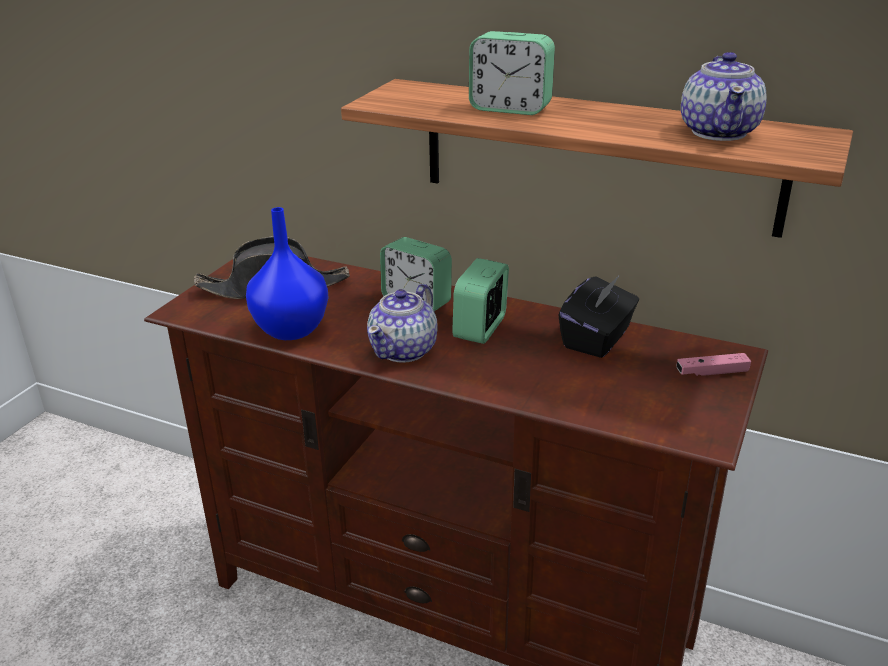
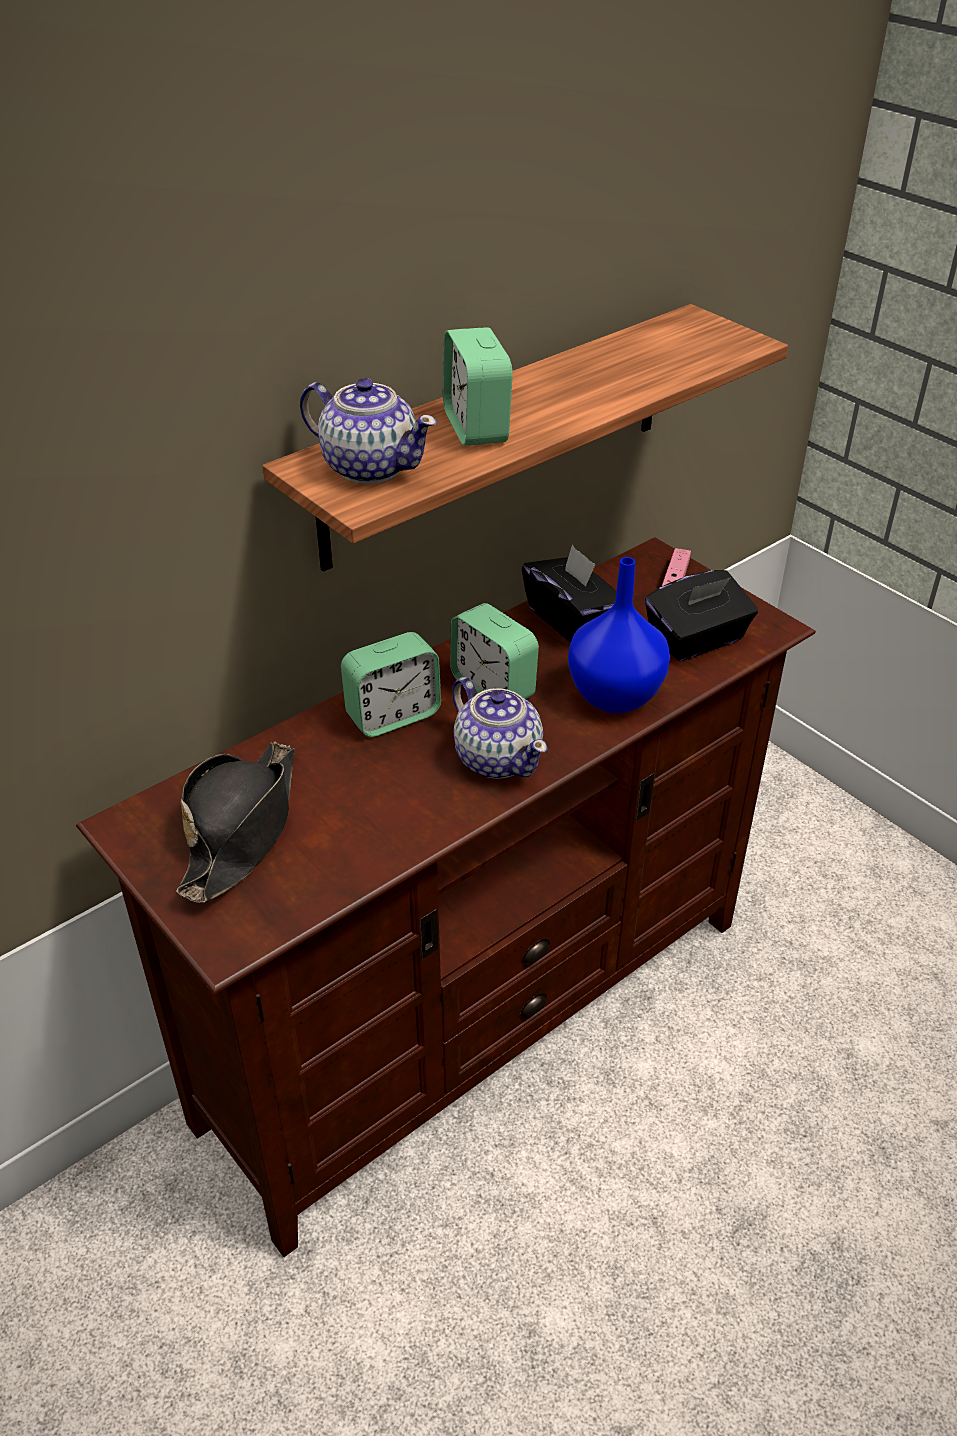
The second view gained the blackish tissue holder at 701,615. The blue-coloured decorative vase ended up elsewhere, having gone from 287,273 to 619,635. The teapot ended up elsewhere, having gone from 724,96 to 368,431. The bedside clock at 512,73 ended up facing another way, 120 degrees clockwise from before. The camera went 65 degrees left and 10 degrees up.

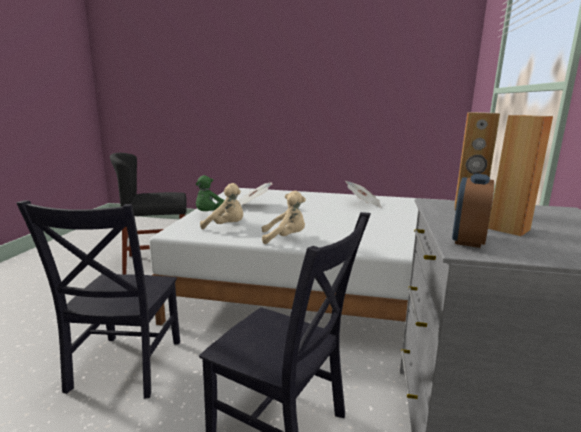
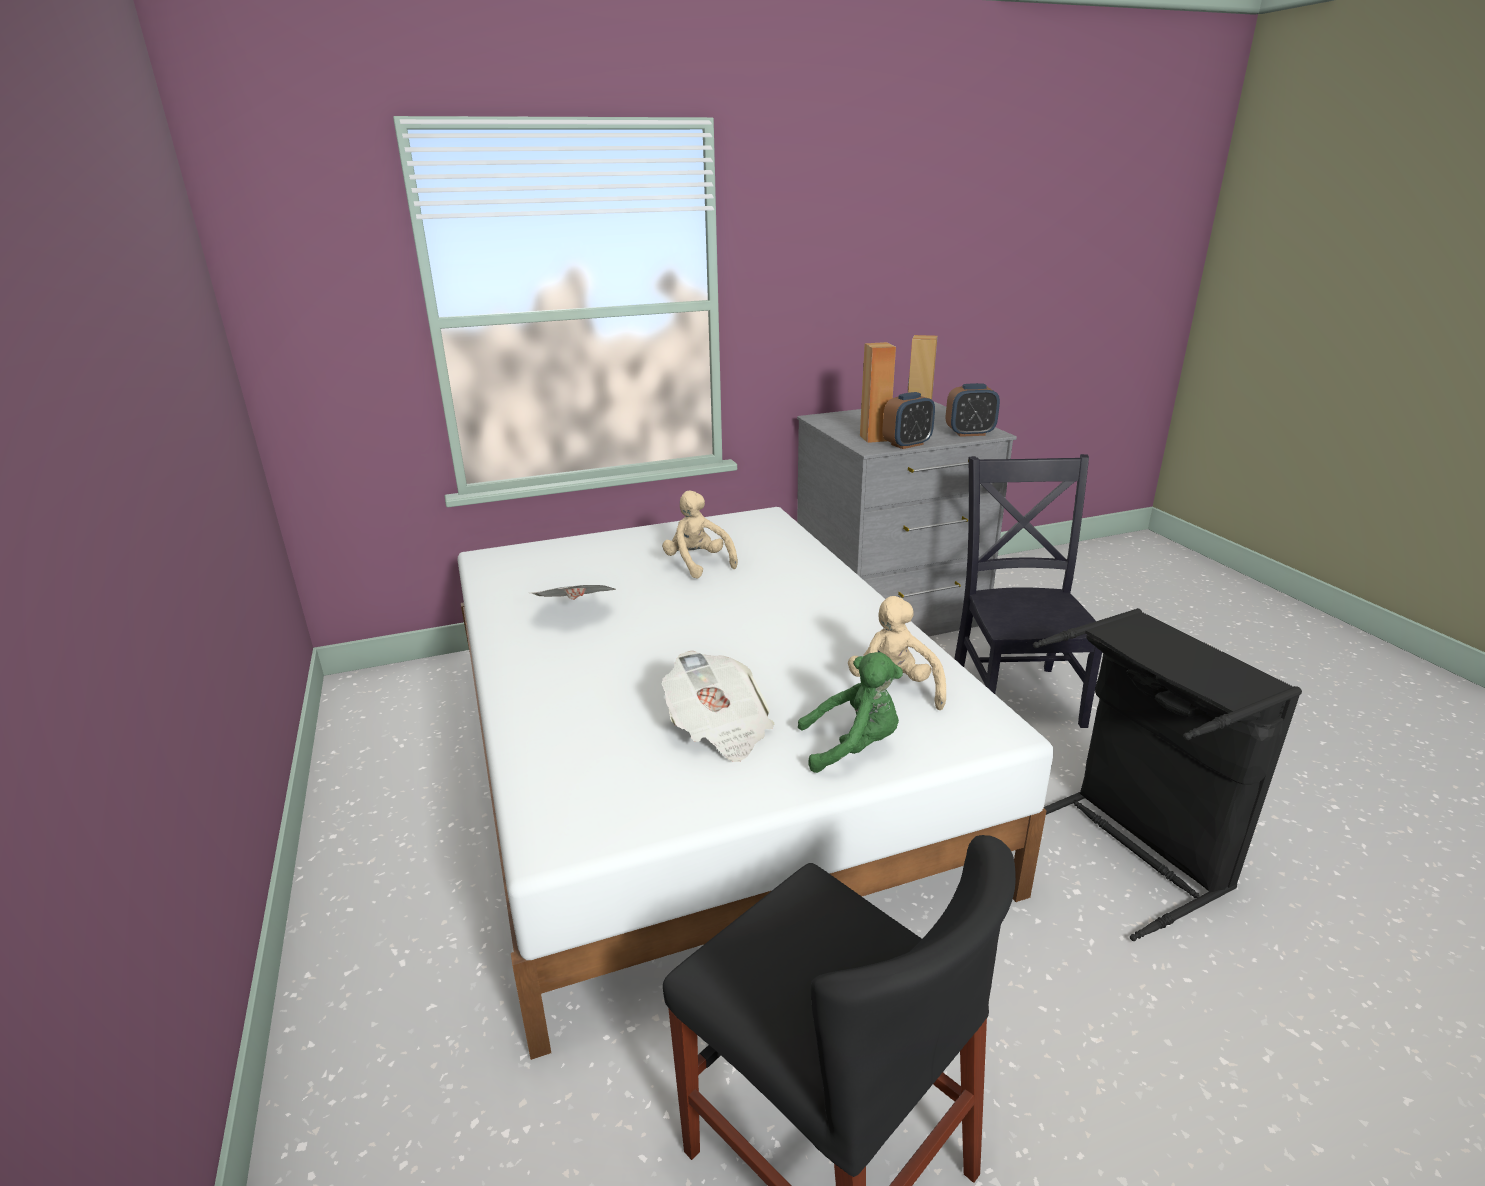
The second view gained the bedside clock at 908,420. The beige-coloured plush toy ended up elsewhere, having gone from 284,217 to 700,535. Where the blackish upright chair stood at 98,299, the blackish washing basket came to stand at 1167,774. The camera went 120 degrees left and 10 degrees up.

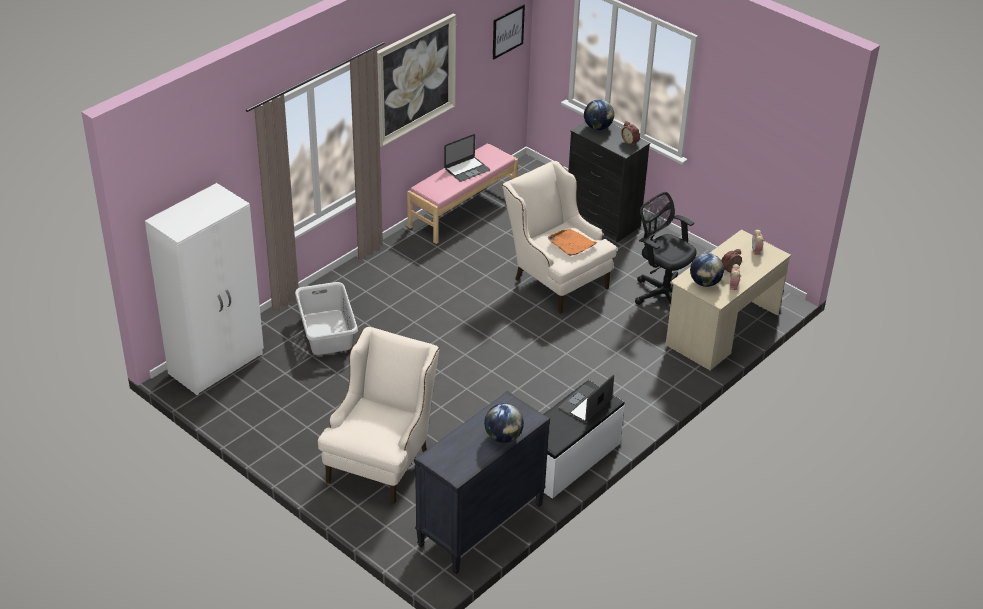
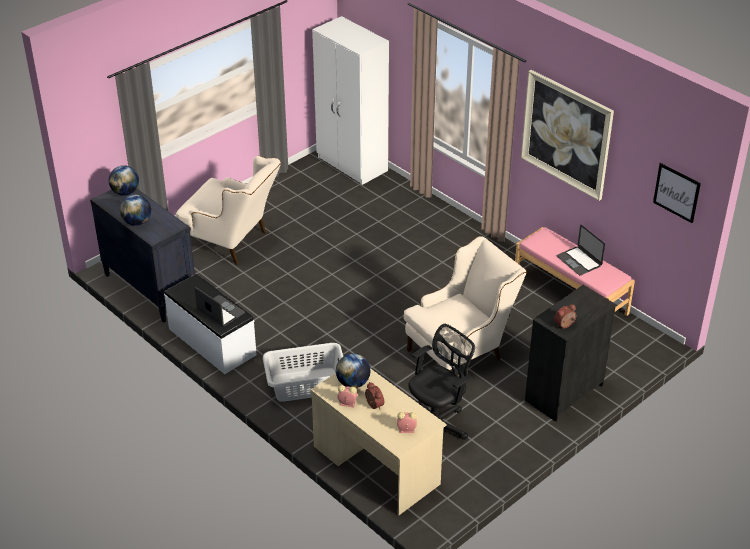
The second view lost the orange-coloured tray at 573,242. The grey washing basket ended up elsewhere, having gone from 326,318 to 303,372. The desk globe ended up elsewhere, having gone from 599,114 to 124,180. The camera went 95 degrees right and 0 degrees up.

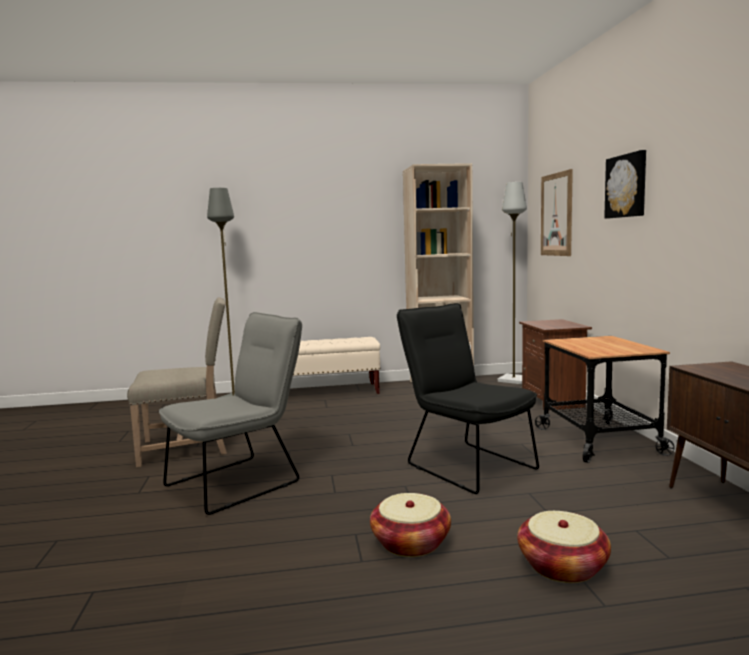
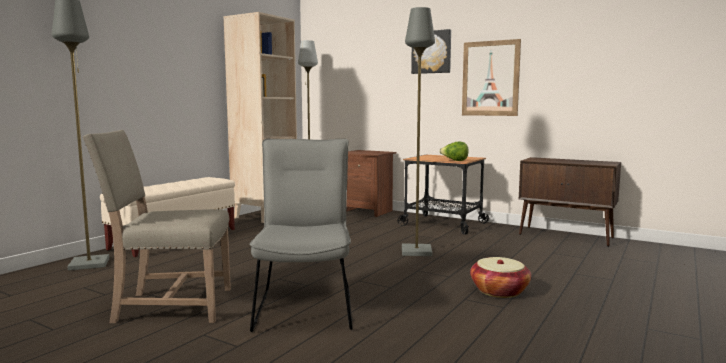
The second view lost the storage basket at 564,547. The second view gained the lettuce at 454,151. The picture ended up elsewhere, having gone from 557,212 to 491,77. Where the blackish upright chair stood at 468,398, the grey standard lamp came to stand at 418,131. The beige-coloured upright chair at 177,382 ended up facing another way, 120 degrees counterclockwise from before. The camera went 50 degrees left and 0 degrees up.

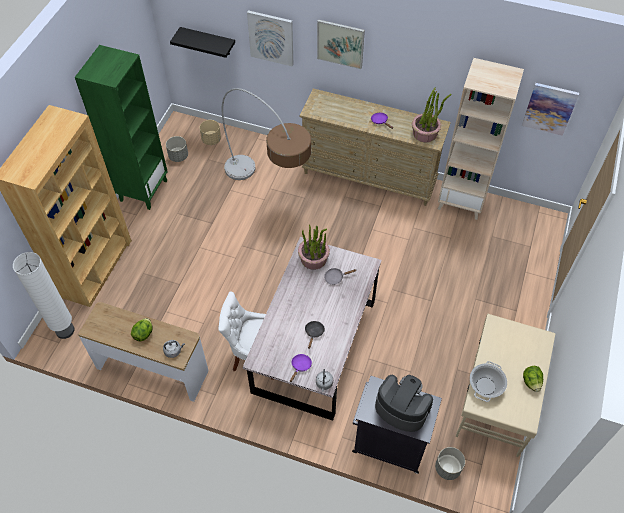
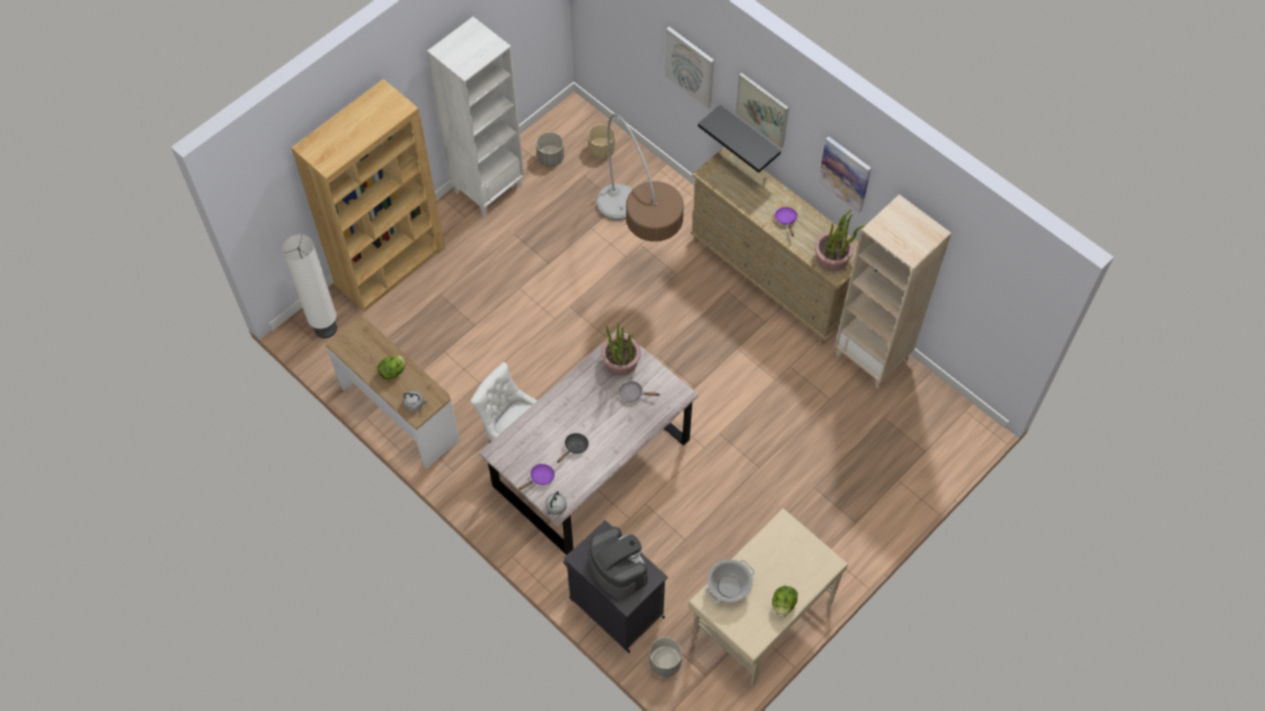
The blackish bracket shelf ended up elsewhere, having gone from 202,42 to 739,139. The picture ended up elsewhere, having gone from 550,109 to 844,174. What was the green bookcase at 121,127 turned into the whitish bookcase at 475,117. The camera went 25 degrees right and 5 degrees up.

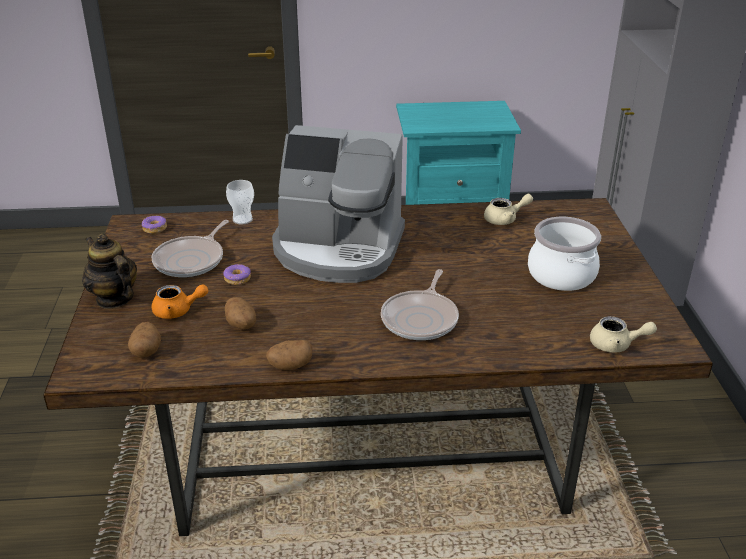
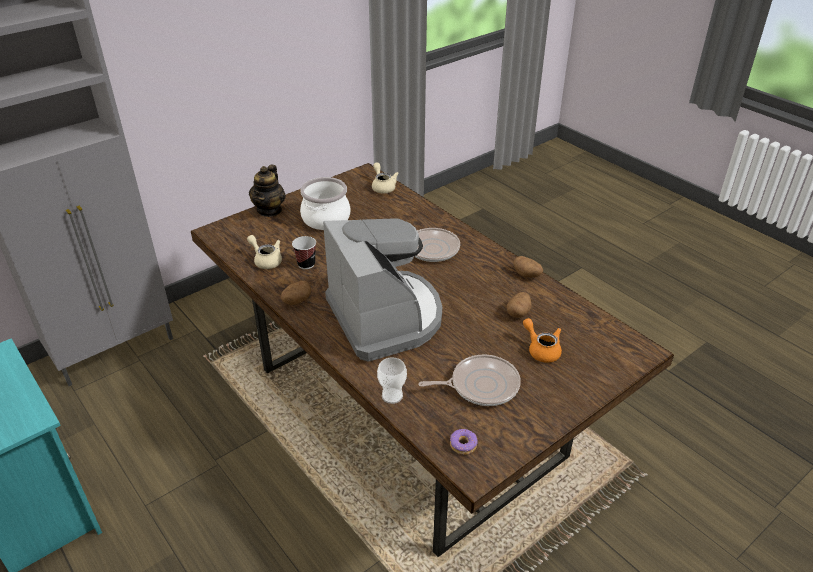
The second view lost the donut at 237,274. The second view gained the small cup at 304,252. The teapot ended up elsewhere, having gone from 109,271 to 267,191. The spud ended up elsewhere, having gone from 144,340 to 296,293. The camera went 125 degrees left and 5 degrees up.

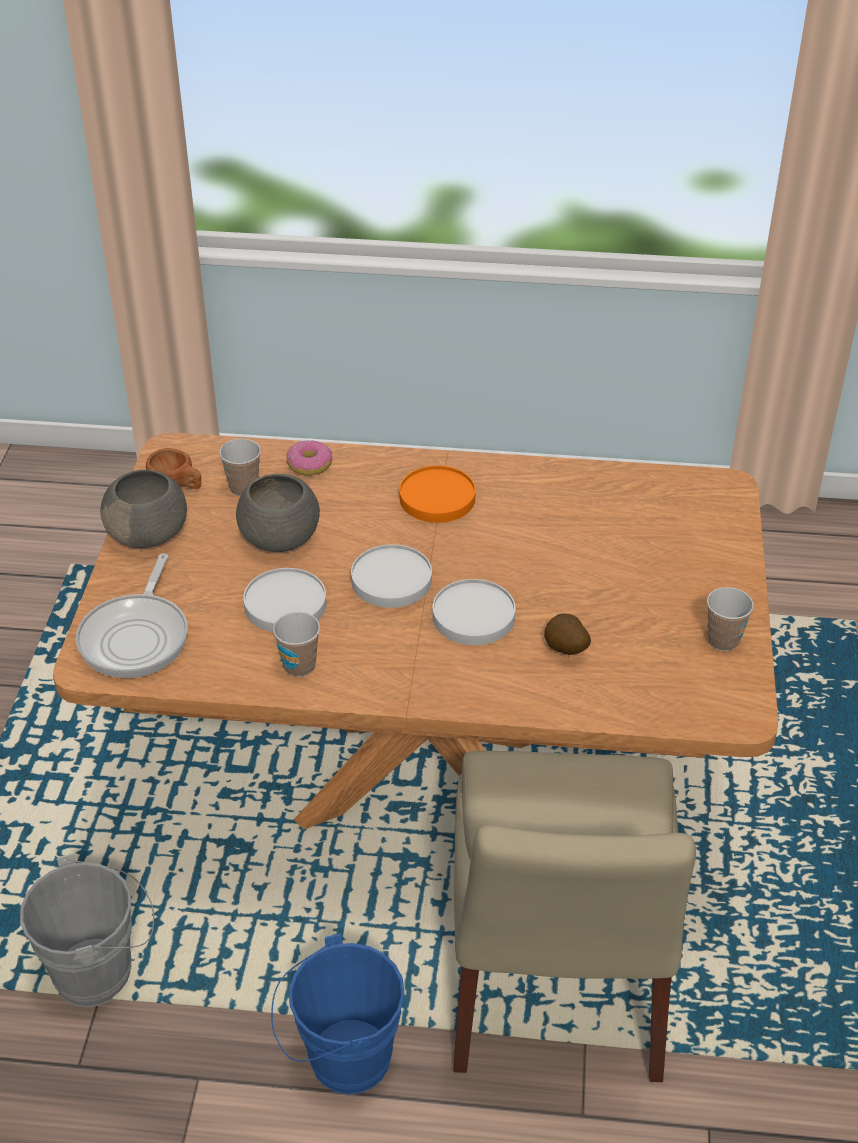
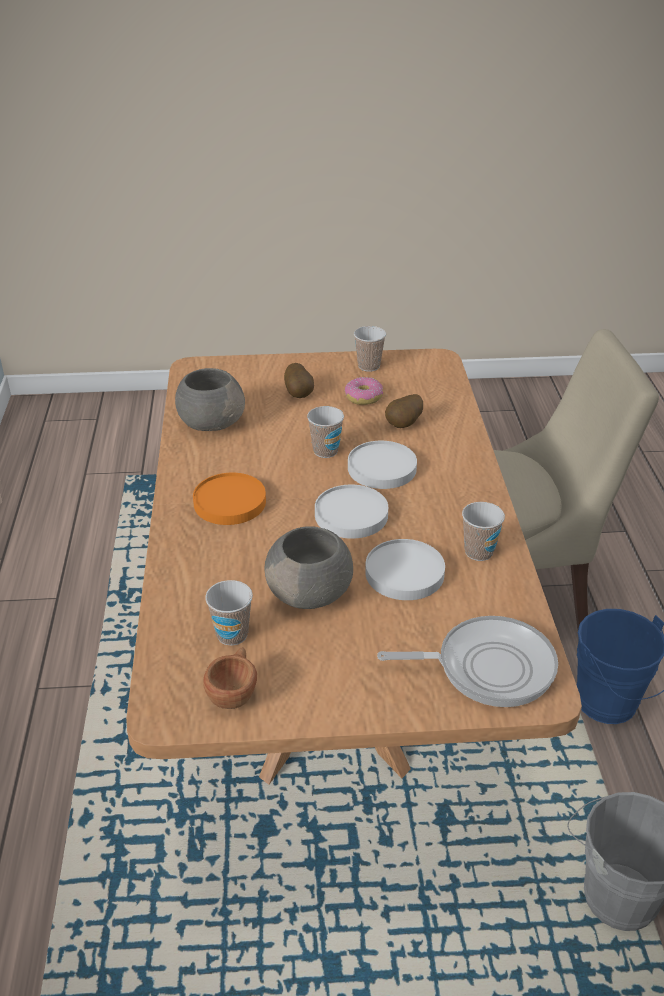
The second view gained the spud at 299,380. The second view gained the small cup at 325,432. The grey bowl ended up elsewhere, having gone from 143,508 to 210,399. The donut ended up elsewhere, having gone from 309,458 to 364,391. The camera went 100 degrees left and 5 degrees down.

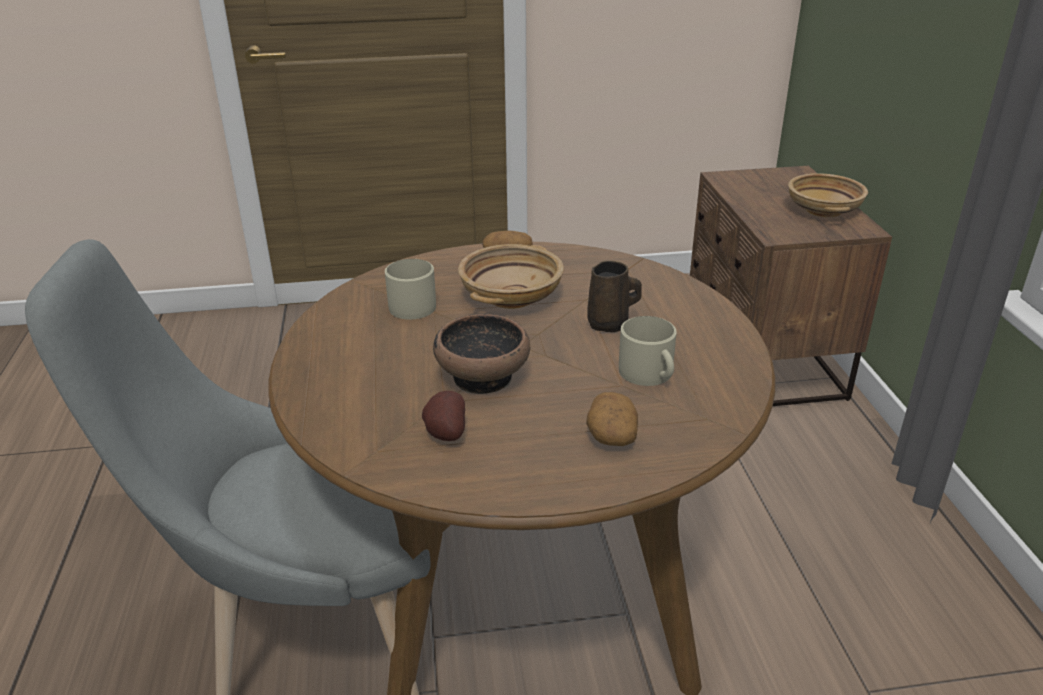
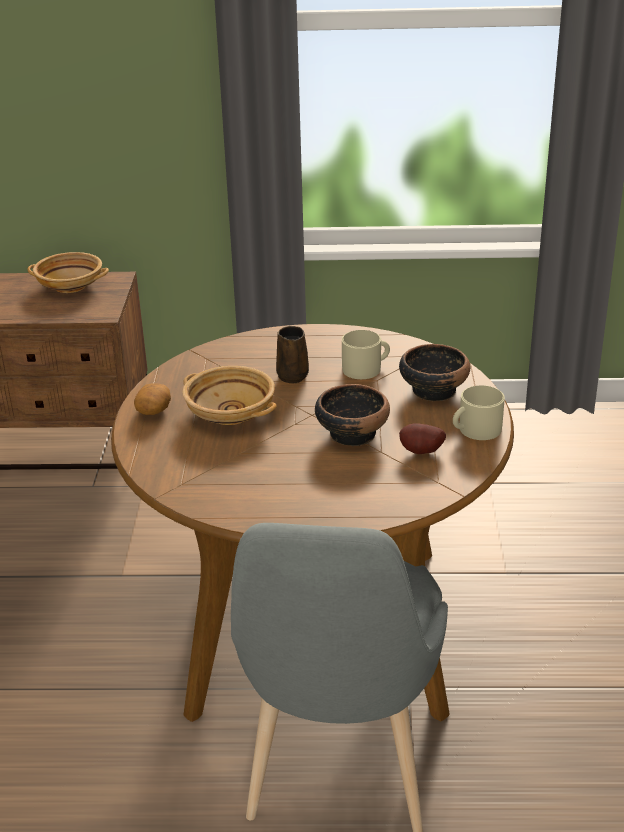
The beige-coloured mug ended up elsewhere, having gone from 410,289 to 479,412. Where the spud stood at 612,419, the bowl came to stand at 434,372. The camera went 80 degrees left and 0 degrees up.

